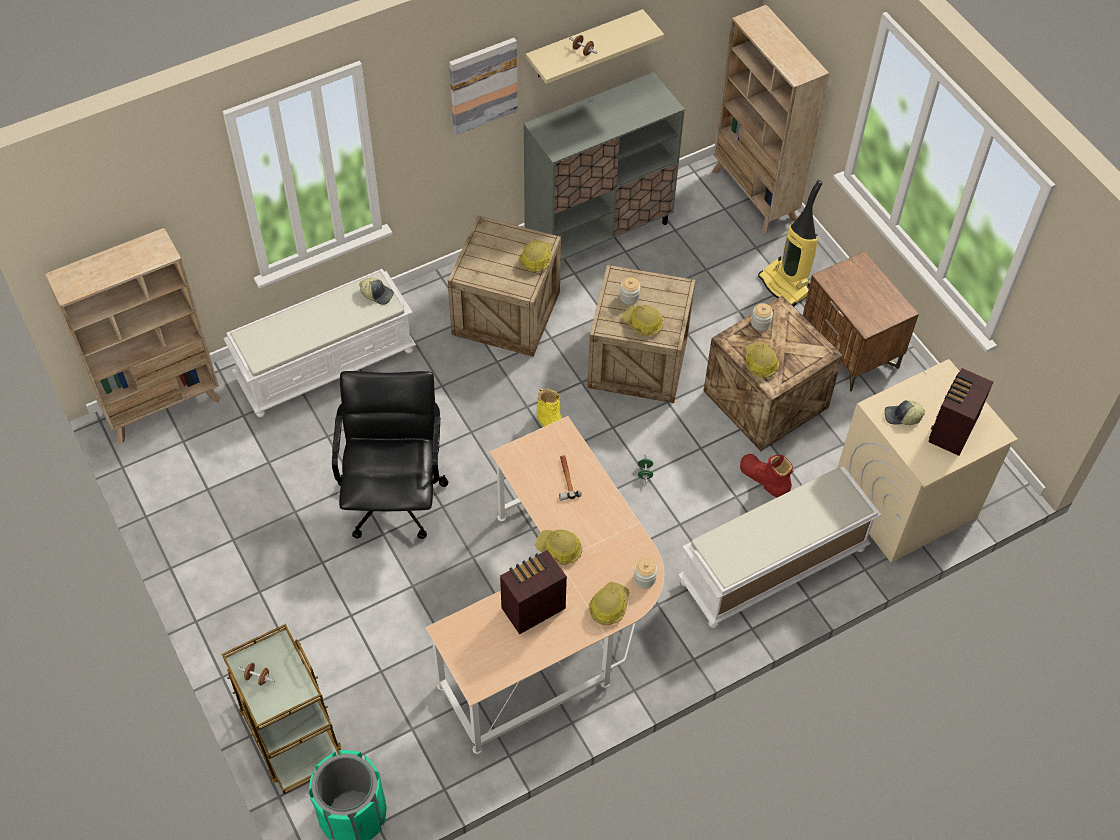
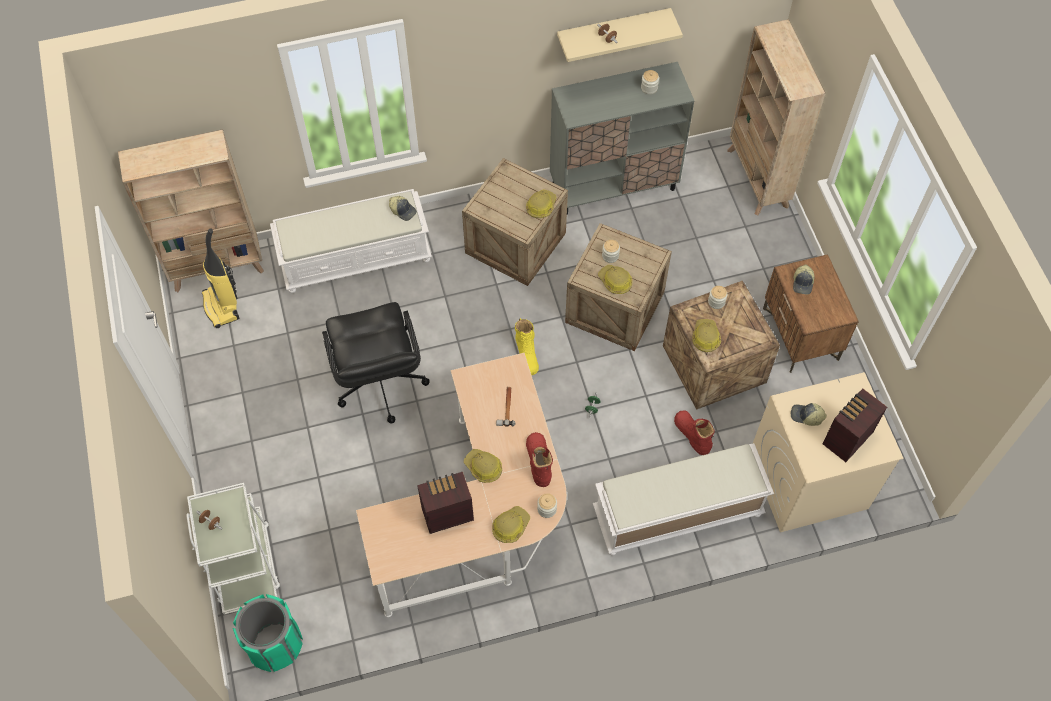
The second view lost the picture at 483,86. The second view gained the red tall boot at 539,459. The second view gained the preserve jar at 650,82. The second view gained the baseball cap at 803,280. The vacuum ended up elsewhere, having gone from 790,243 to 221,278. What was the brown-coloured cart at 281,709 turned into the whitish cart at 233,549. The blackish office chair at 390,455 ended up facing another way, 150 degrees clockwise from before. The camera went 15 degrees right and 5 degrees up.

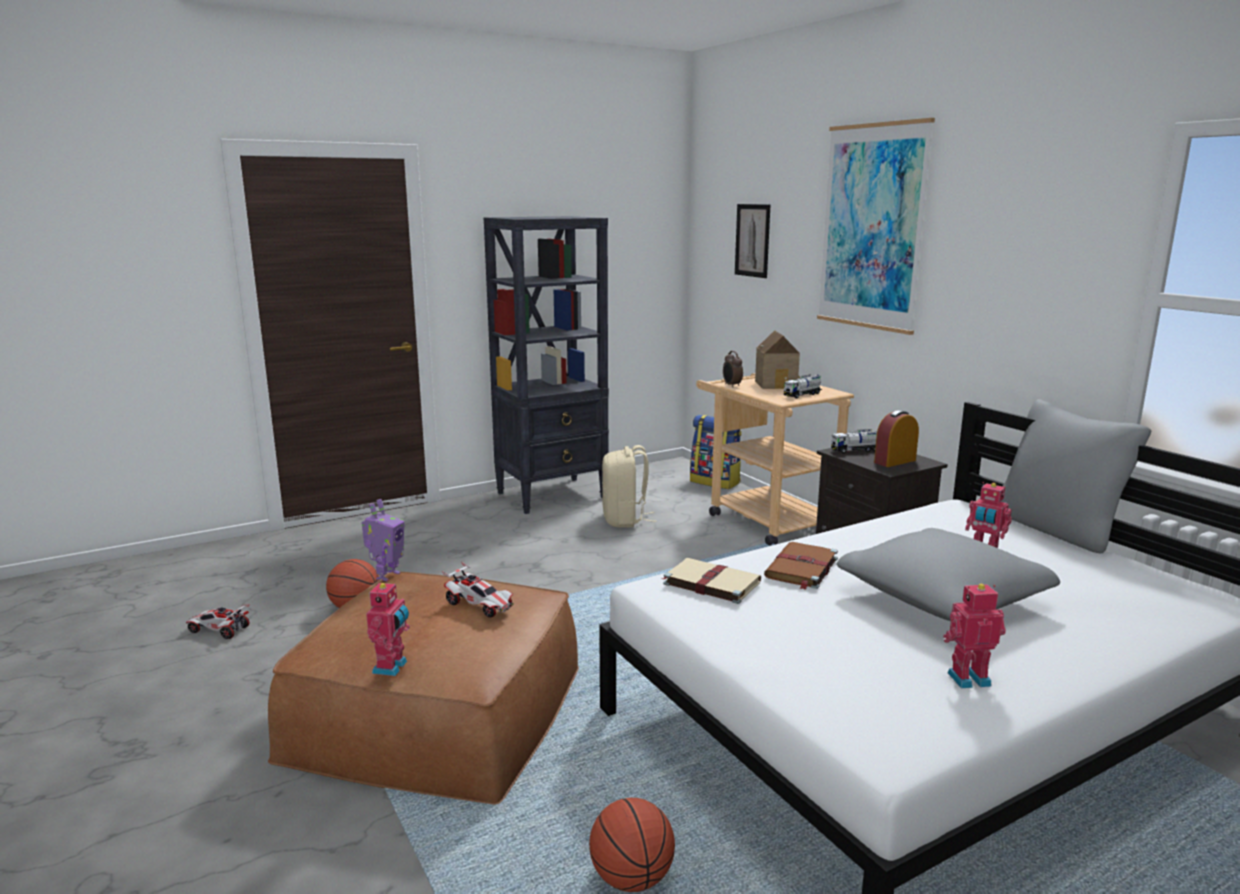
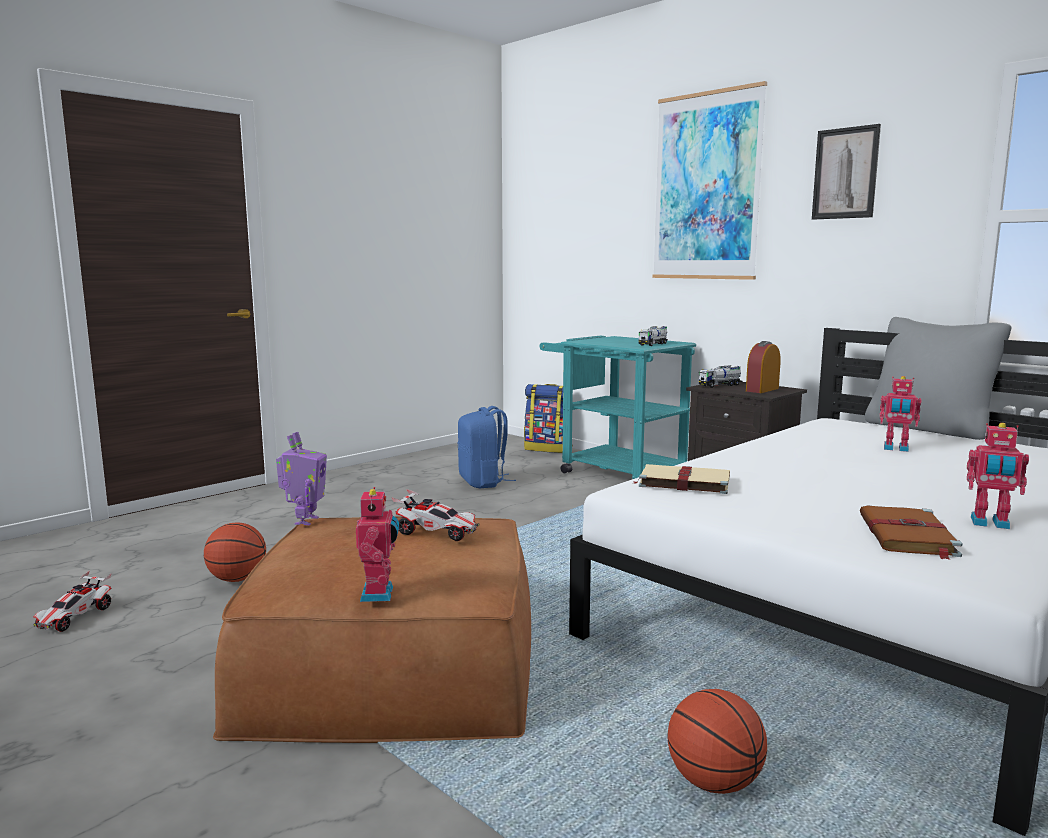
The second view lost the blackish bookcase at 546,365. The second view lost the bedside clock at 733,368. The second view lost the miniature house at 777,359. The second view lost the grey throw pillow at 948,574. The picture ended up elsewhere, having gone from 752,241 to 846,172. The brown-coloured book ended up elsewhere, having gone from 801,566 to 911,532. What was the beige-coloured backpack at 629,486 turned into the blue-coloured backpack at 486,447. What was the beige-coloured cart at 775,459 turned into the blue-green cart at 618,407. The model car at 218,621 ended up facing another way, 75 degrees counterclockwise from before. The toy robot at 974,636 ended up facing another way, 135 degrees counterclockwise from before. The camera went 15 degrees left and 5 degrees down.

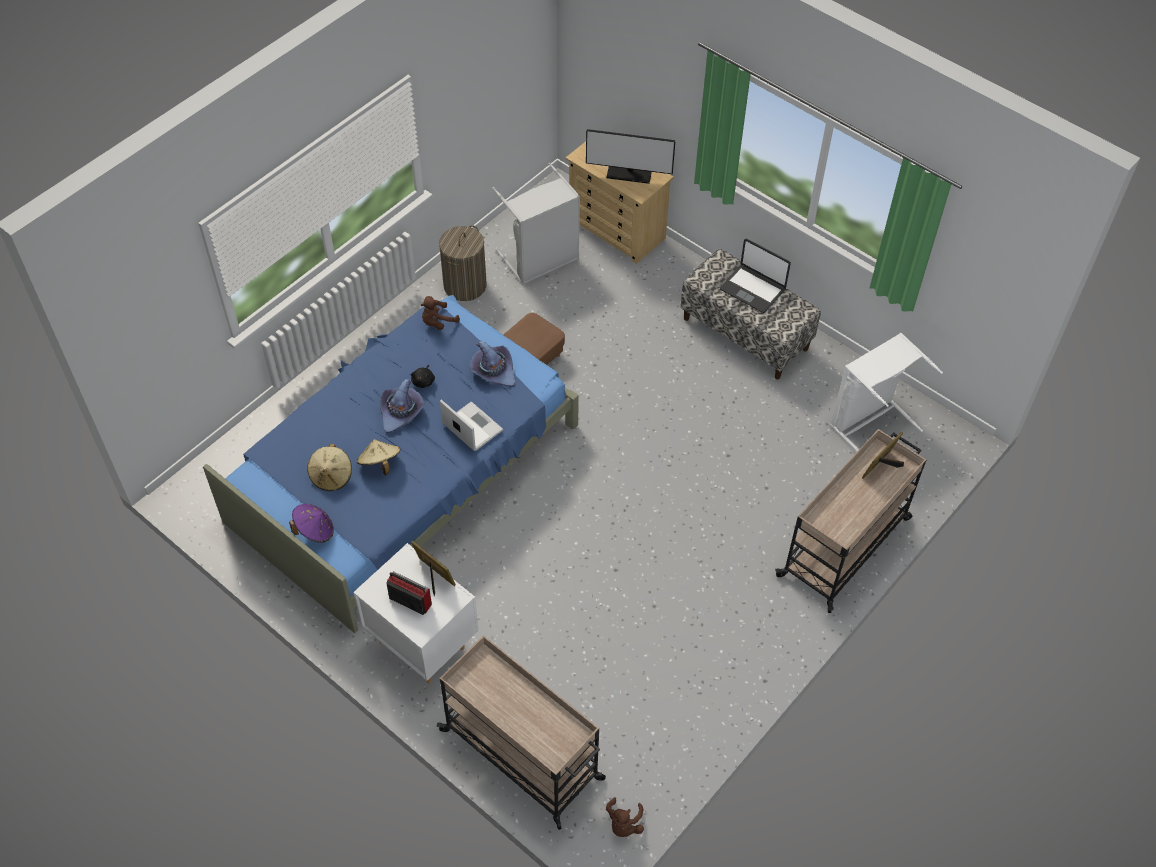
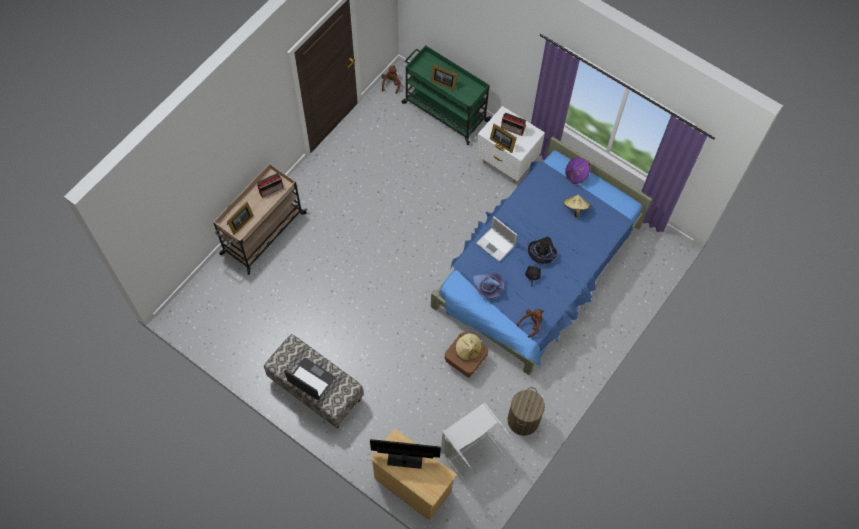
The second view lost the whitish washing basket at 886,392. The second view gained the radio at 270,185. The second view gained the photo frame at 444,77. The beige-coloured hat ended up elsewhere, having gone from 378,457 to 468,347. What was the purple hat at 402,406 turned into the blackish hat at 542,250. What was the beige-coloured cart at 521,732 turned into the green cart at 446,95. The camera went 175 degrees right and 10 degrees up.

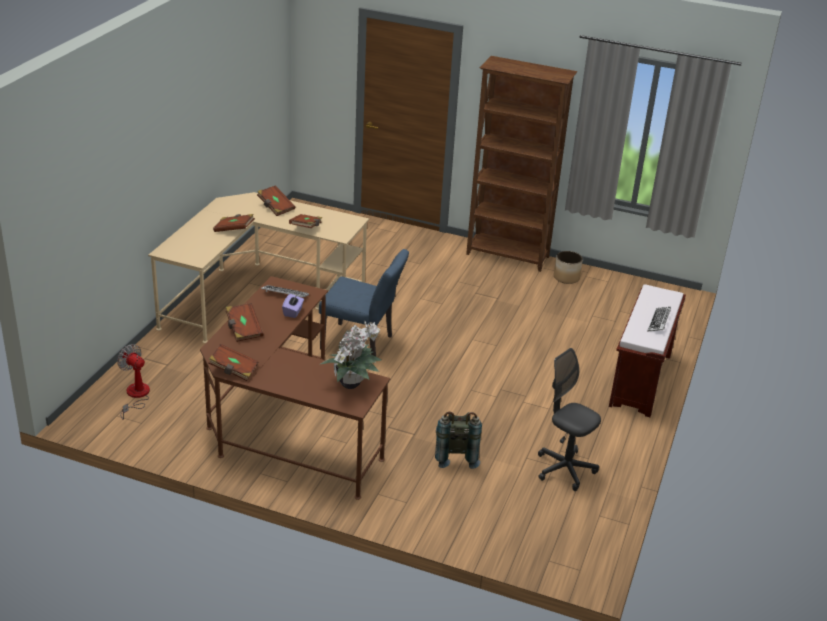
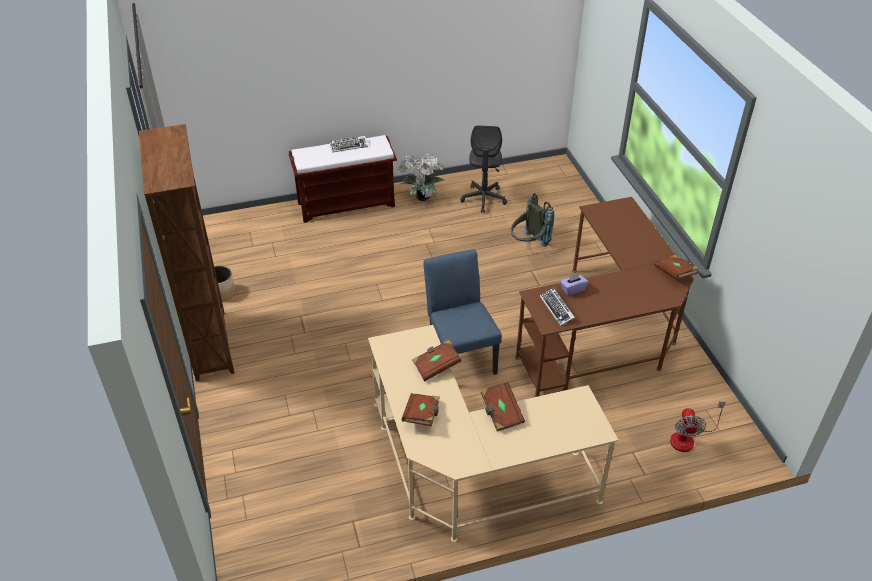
The second view lost the brown-coloured book at 244,322. The potted plant ended up elsewhere, having gone from 351,355 to 421,177. The camera went 125 degrees left and 10 degrees up.

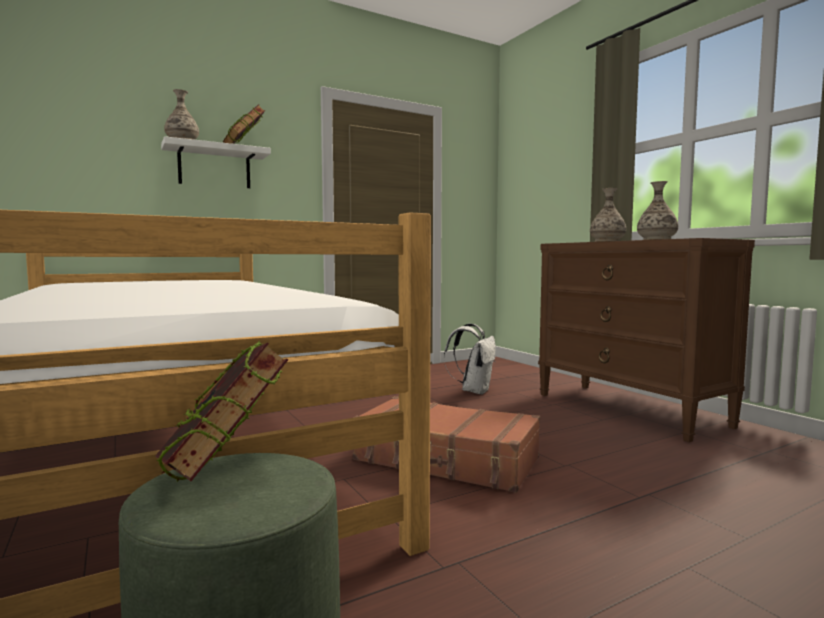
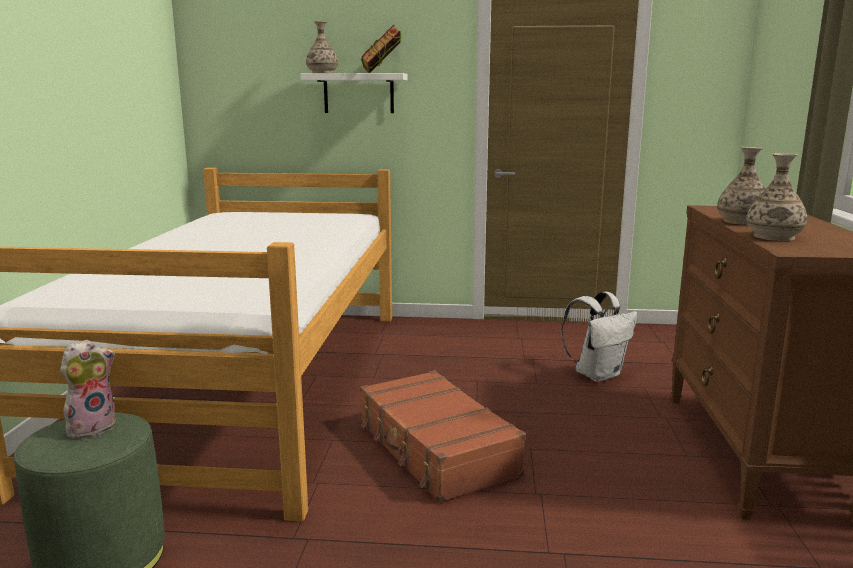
Where the book stood at 221,411, the plush toy came to stand at 88,389. The camera went 35 degrees right and 10 degrees up.

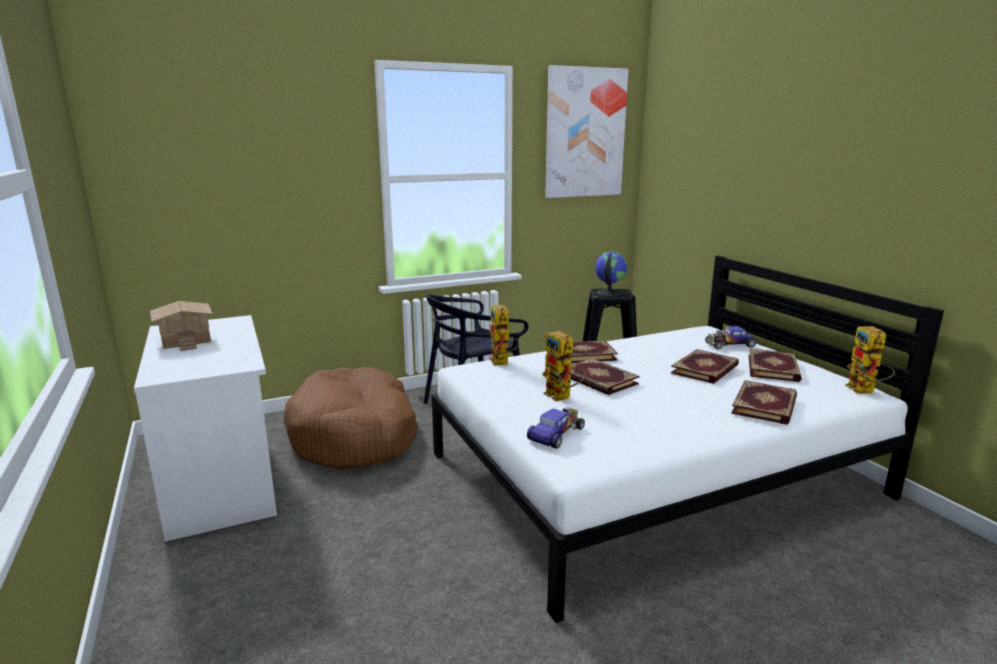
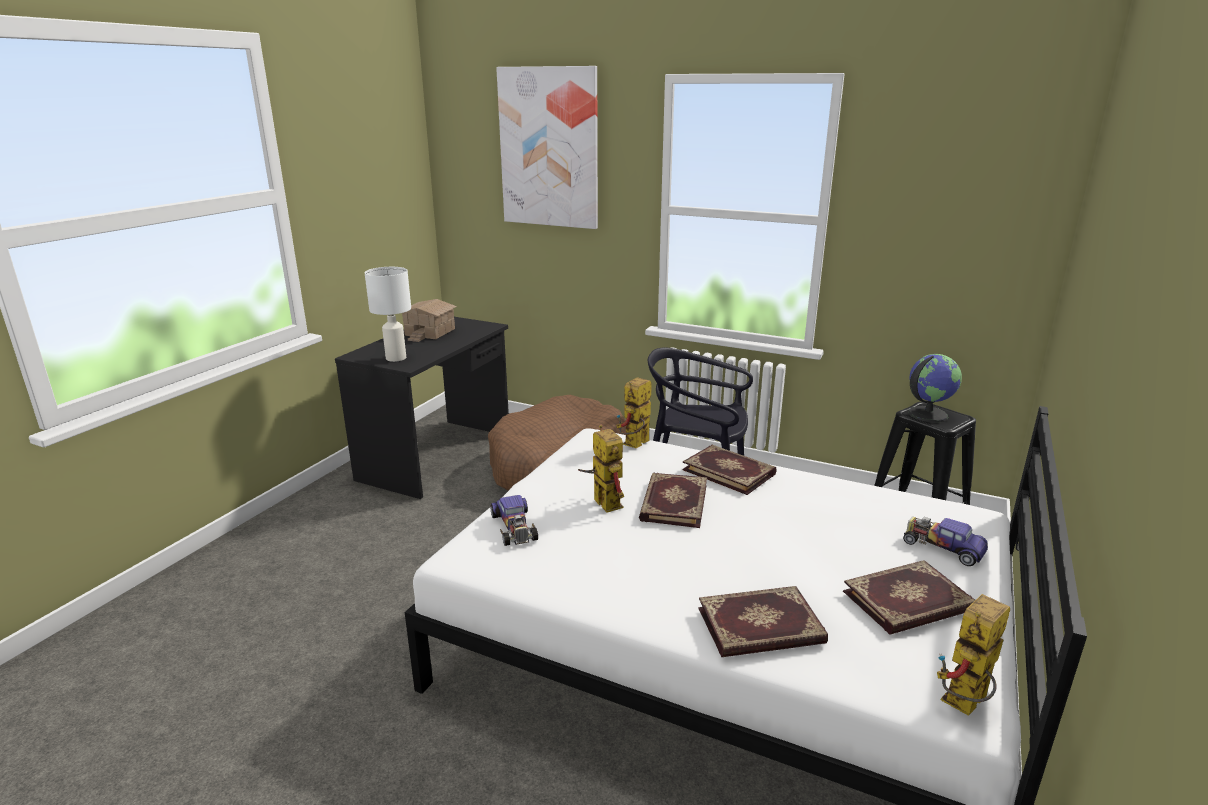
The second view lost the book at 705,366. The second view gained the whitish lamp for a table at 388,314. The picture ended up elsewhere, having gone from 587,131 to 547,147. What was the whitish desk table at 205,428 turned into the blackish desk table at 422,408. The model car at 556,428 ended up facing another way, 75 degrees clockwise from before. The toy robot at 564,366 ended up facing another way, 135 degrees clockwise from before. The camera went 50 degrees right and 5 degrees up.

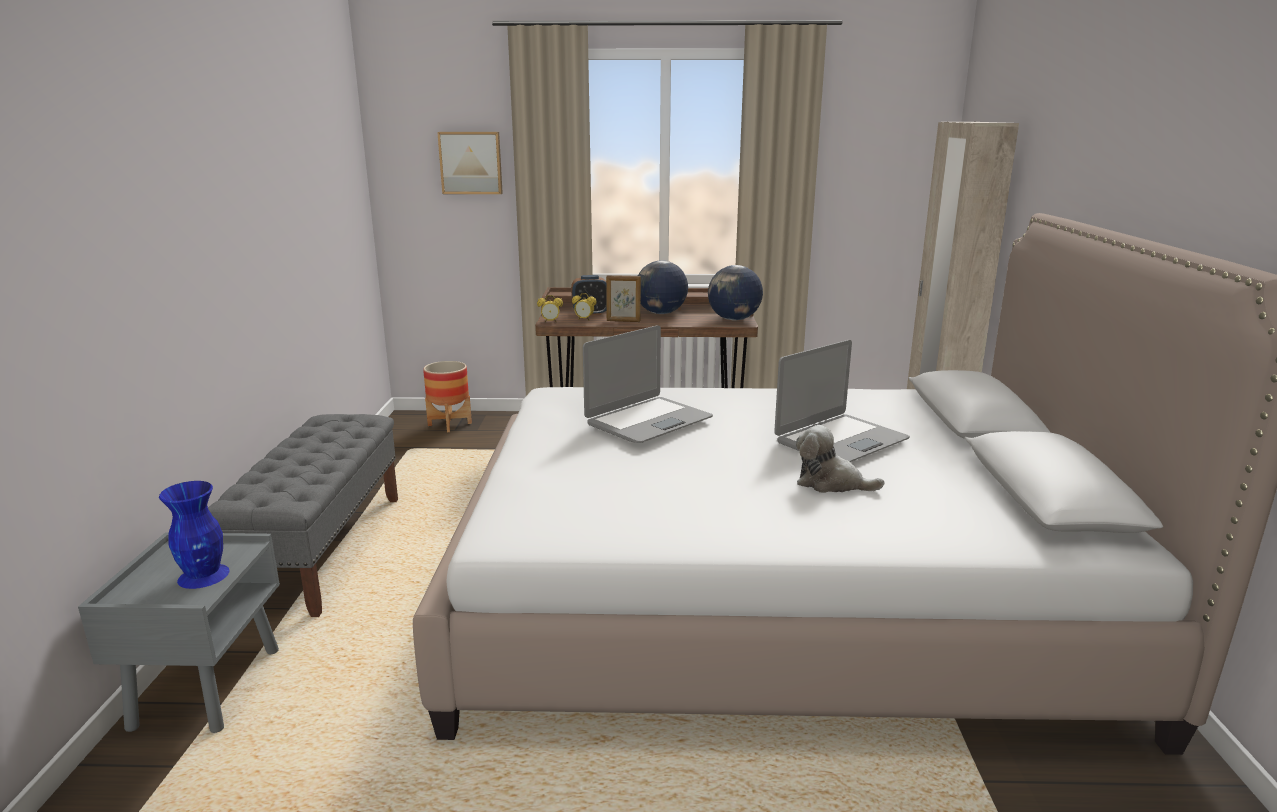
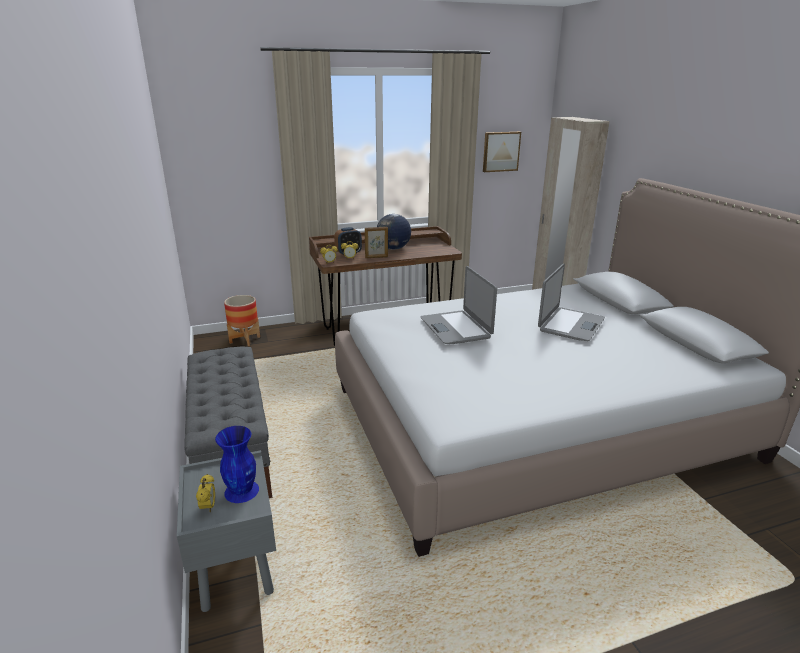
The second view lost the desk globe at 735,293. The second view lost the plush toy at 840,459. The second view gained the bedside clock at 205,493. The picture ended up elsewhere, having gone from 470,163 to 502,152. The laptop at 648,384 ended up facing another way, 135 degrees clockwise from before. The camera went 20 degrees left and 5 degrees up.

